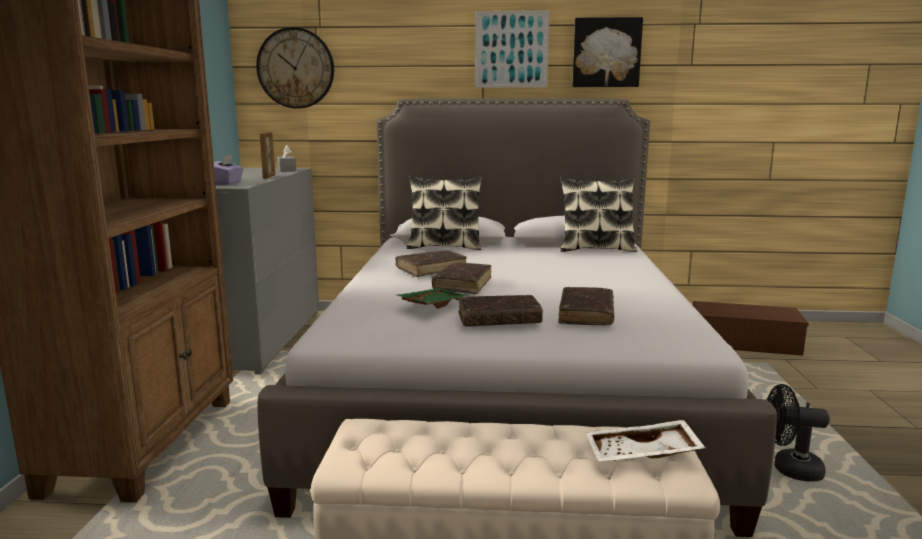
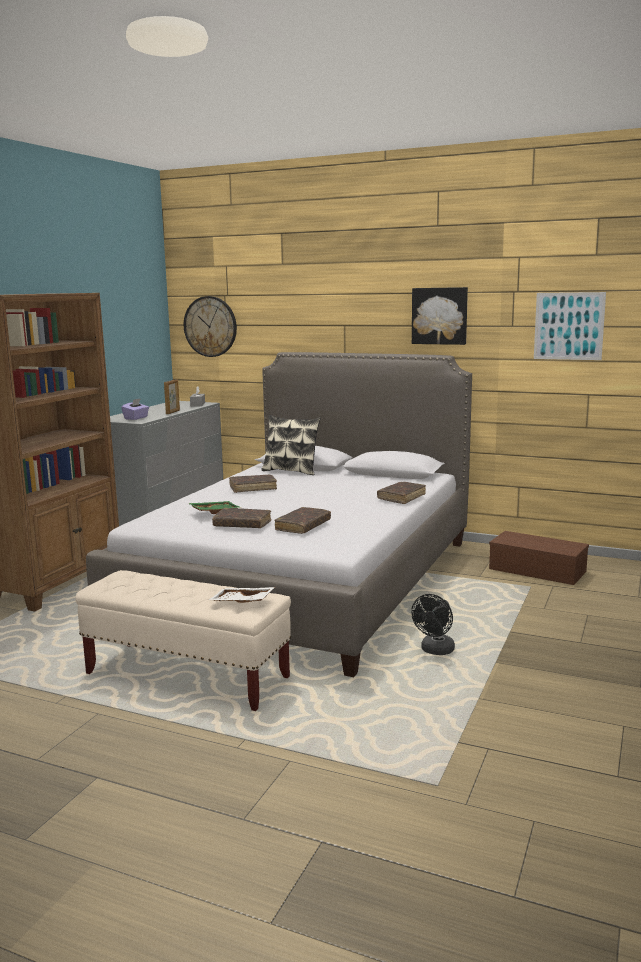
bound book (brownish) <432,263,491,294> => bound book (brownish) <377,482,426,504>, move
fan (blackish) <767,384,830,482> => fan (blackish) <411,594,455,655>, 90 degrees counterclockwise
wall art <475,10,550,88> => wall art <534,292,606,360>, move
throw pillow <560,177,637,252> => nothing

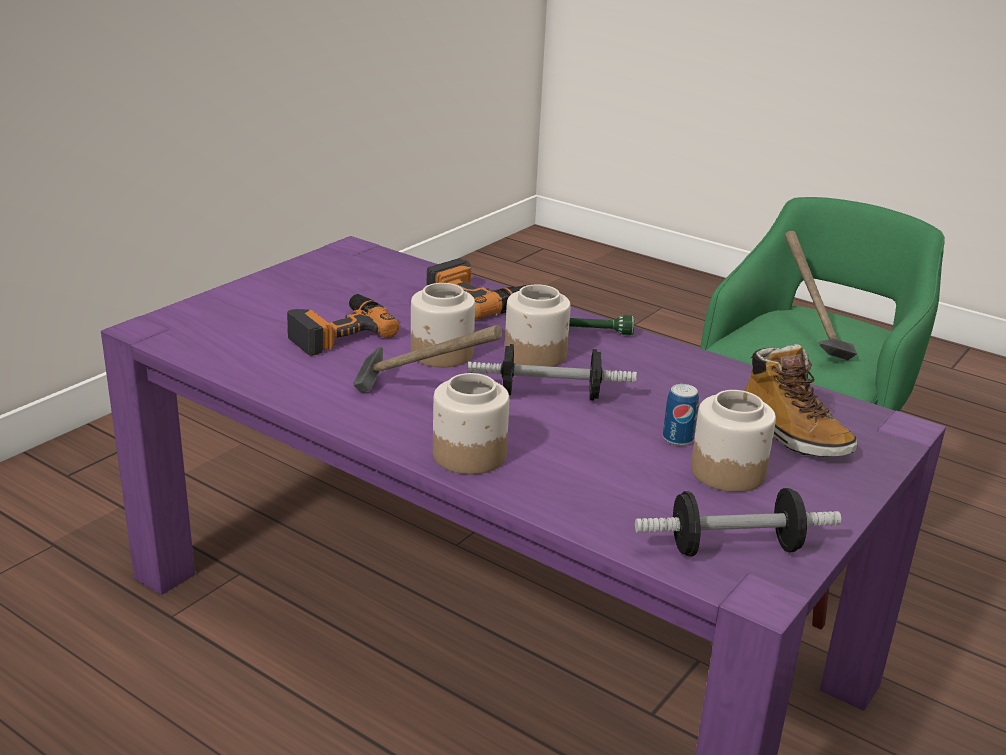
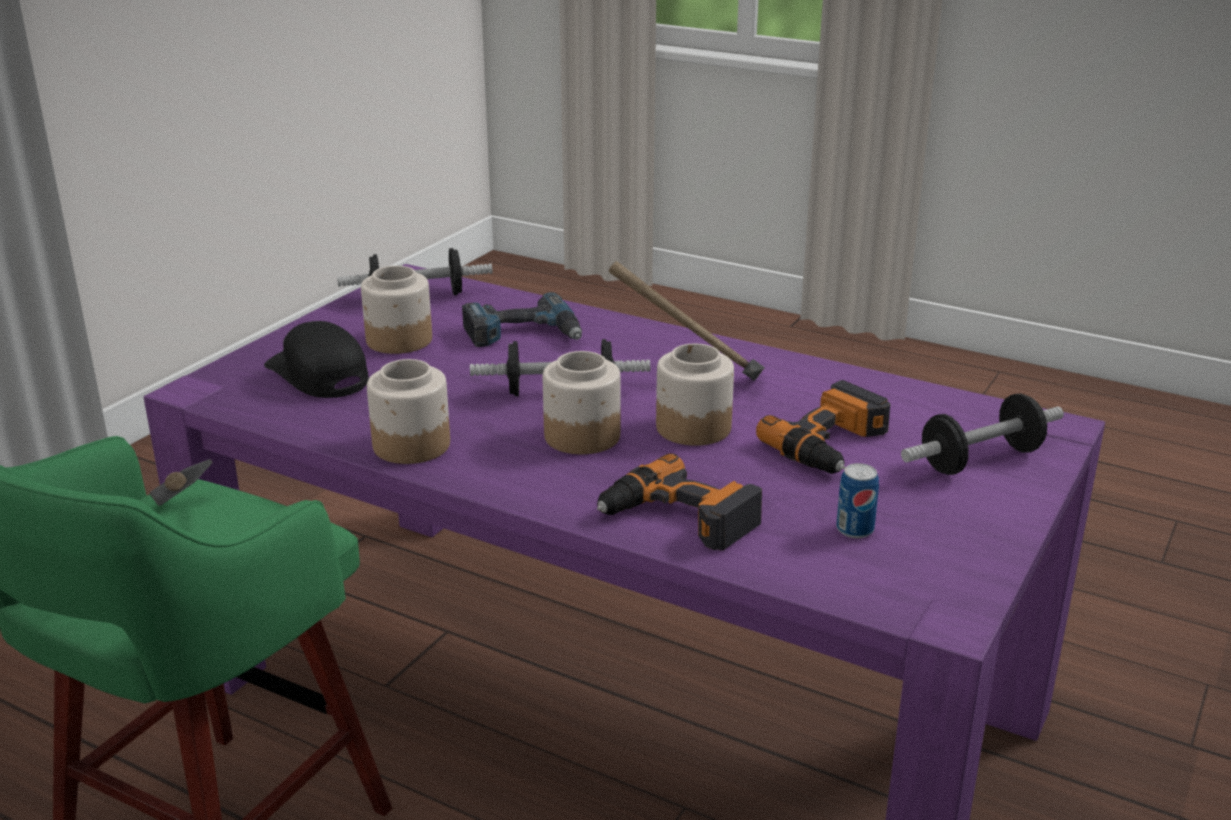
high-top boot <744,344,857,457> => baseball cap (blackish) <264,321,369,398>
jar <433,373,509,474> => jar <367,359,450,464>, move
nothing => electric drill <462,292,582,347>
can <663,384,699,446> => can <836,463,879,538>, move
nothing => free weight <901,394,1064,475>
torch (green-coloured) <569,315,634,335> => nothing

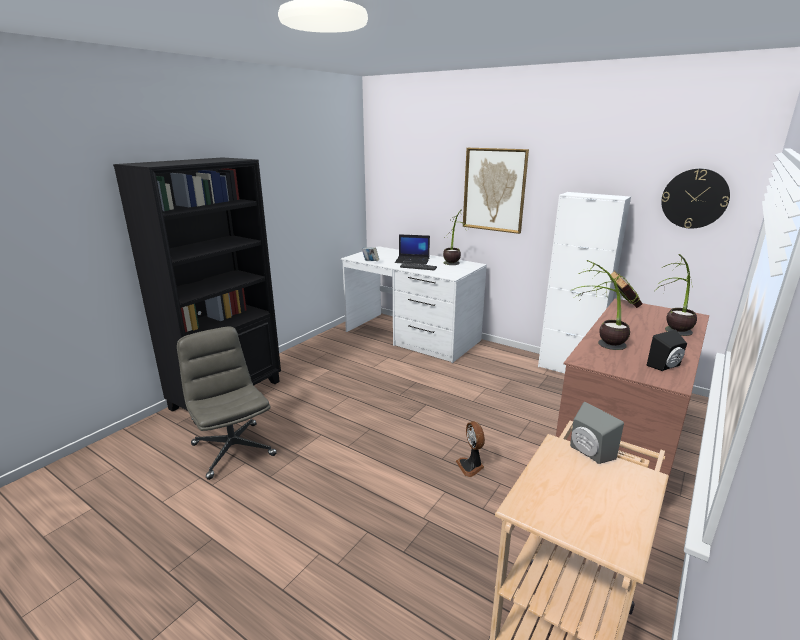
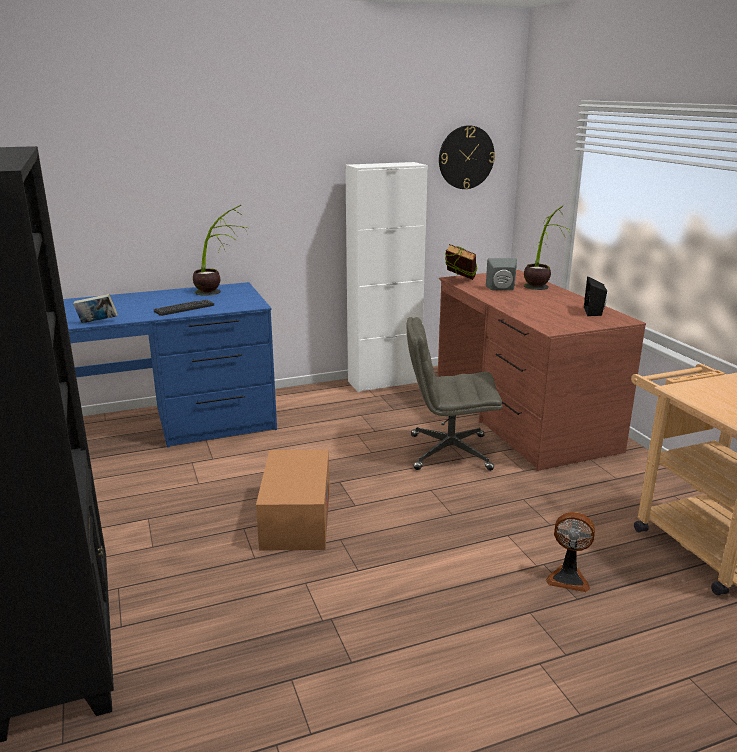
desk (whitish) <341,246,487,363> => desk (blue) <63,282,277,448>
nothing => cardboard box <256,450,330,550>
office chair (grey) <177,326,277,480> => office chair (grey) <407,317,503,471>, move
audio speaker (grey) <570,402,624,464> => audio speaker (grey) <486,258,517,290>, move
fan <456,421,485,477> => fan <546,512,595,592>, move
portable computer <395,234,430,265> => nothing
wall art <463,148,529,234> => nothing
plant in a pot <570,260,630,350> => nothing

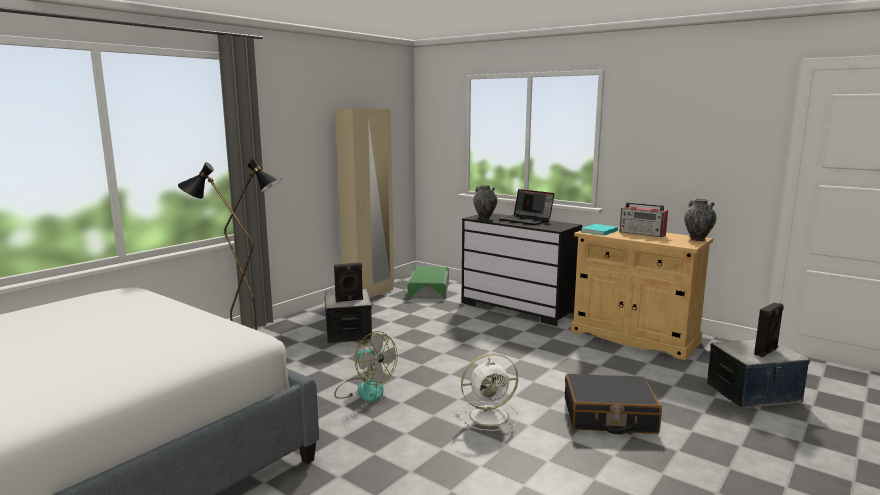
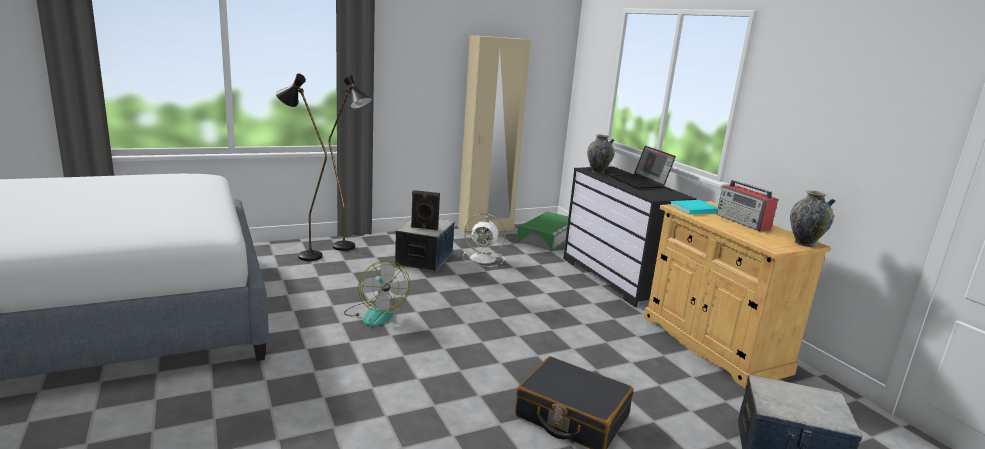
fan (whitish) <457,353,520,431> => fan (whitish) <463,213,506,267>, move
audio speaker (blackish) <754,303,784,358> => nothing

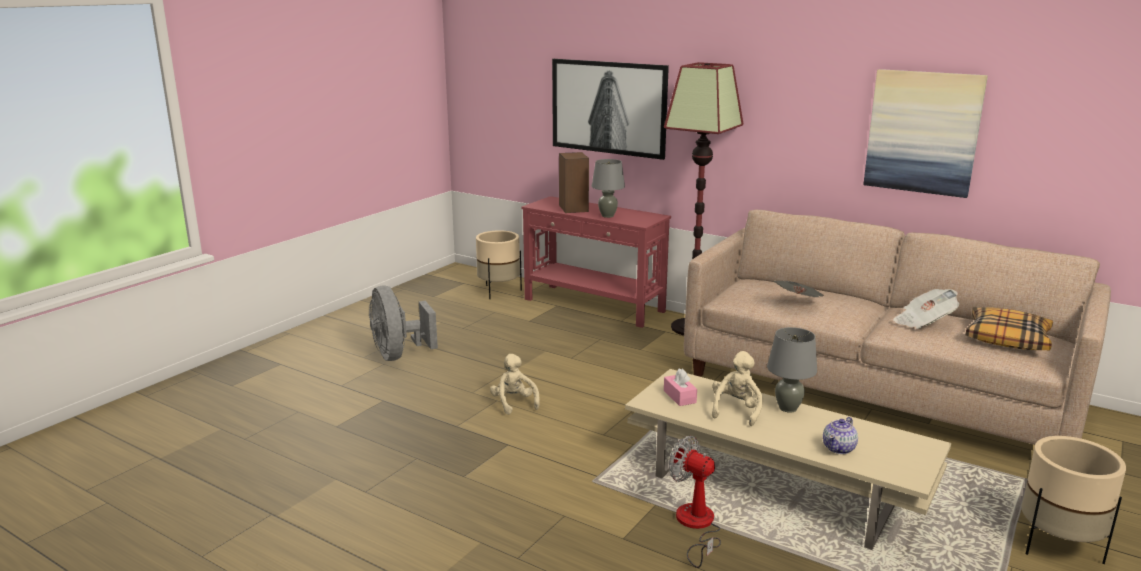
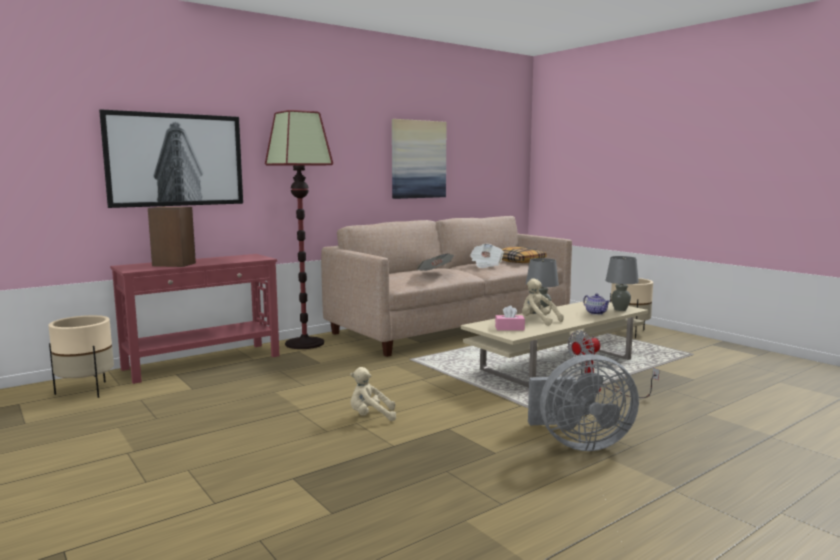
fan (grey) <369,286,438,361> => fan (grey) <528,354,639,451>, move
lamp for a table (grey) <592,159,625,218> => lamp for a table (grey) <605,256,639,311>, move

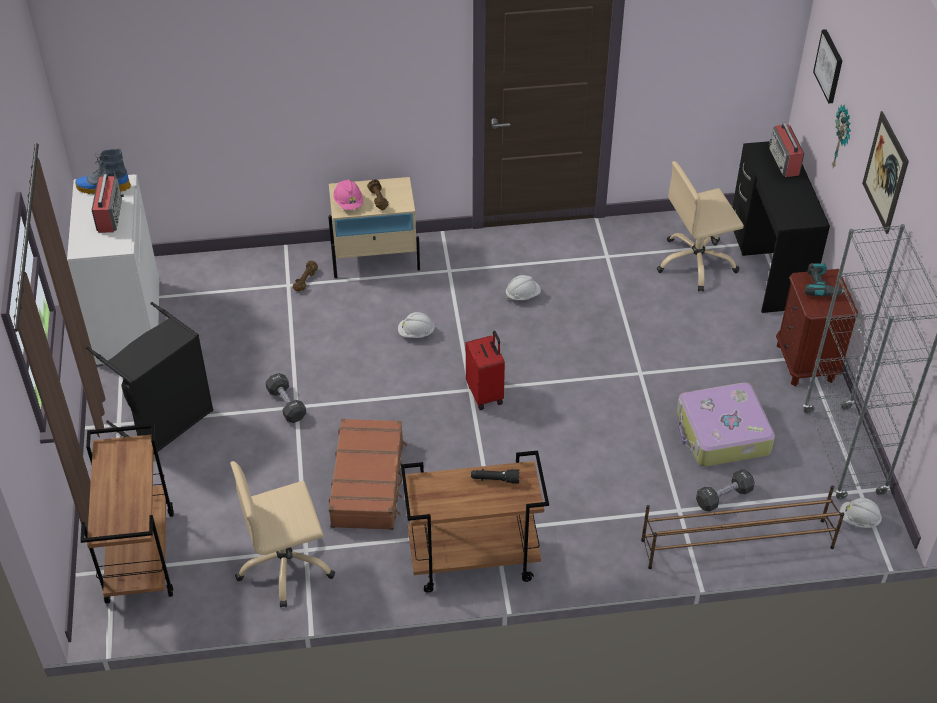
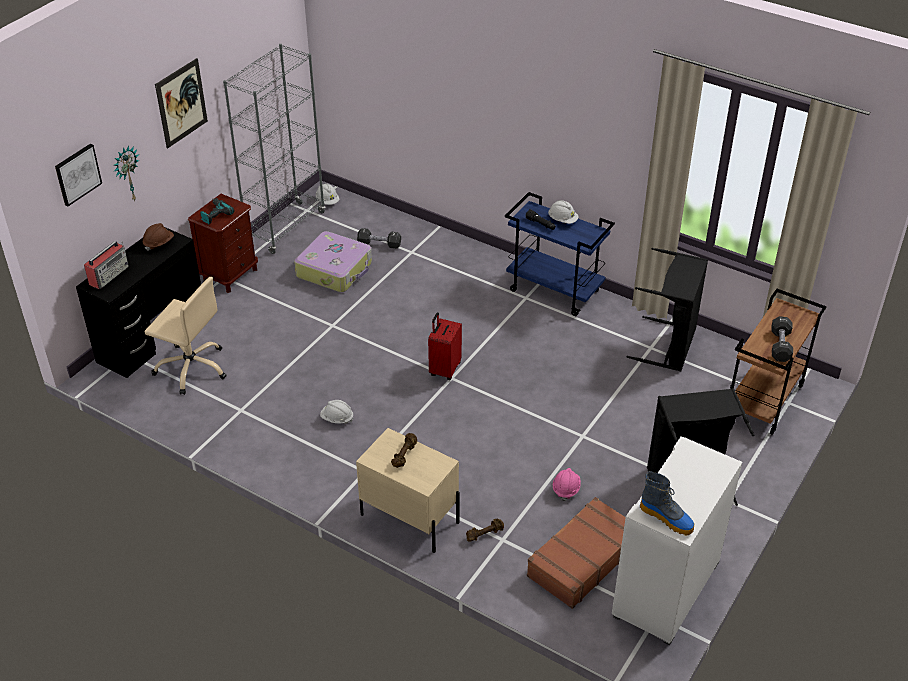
nothing => work helmet (brownish) <143,223,174,251>
wheeled cart (brownish) <401,450,549,593> => wheeled cart (blue) <505,192,615,316>
piece of luggage (brownish) <329,418,407,530> => piece of luggage (brownish) <527,497,626,609>, move
work helmet (whitish) <398,312,435,338> => work helmet (whitish) <548,200,579,224>, move
work helmet (pink-coloured) <333,180,363,210> => work helmet (pink-coloured) <553,468,581,501>, move
office chair (beige) <230,461,335,607> => washing basket (blackish) <626,248,708,371>
free weight (blackish) <265,373,306,423> => free weight (blackish) <771,316,793,362>, move
radio receiver <92,171,124,233> => nothing
shoe rack (brownish) <641,486,844,569> => nothing

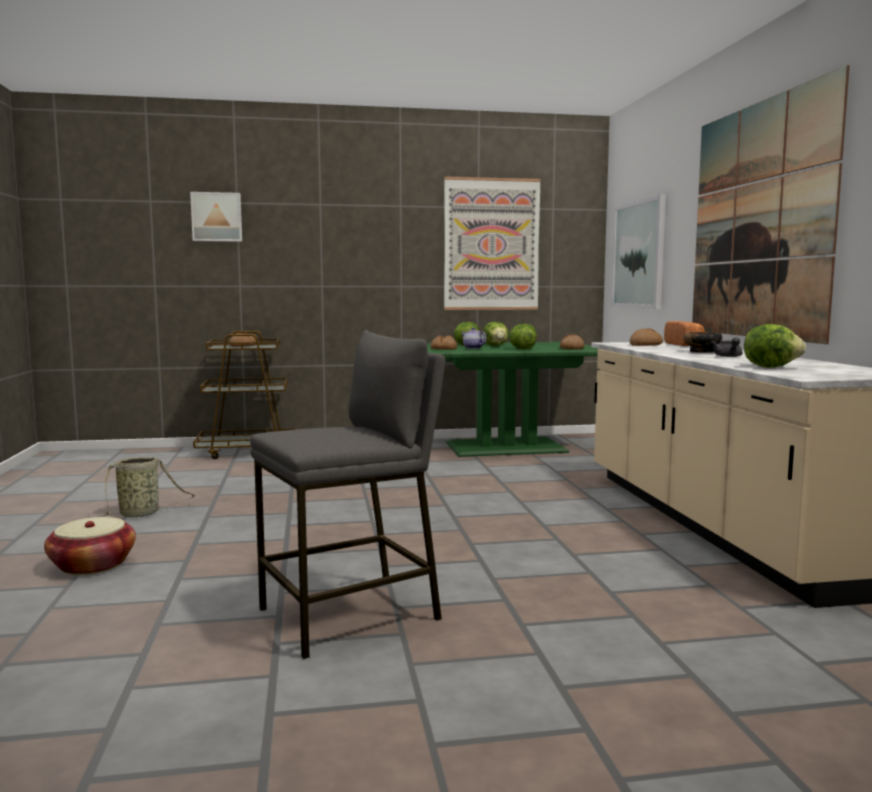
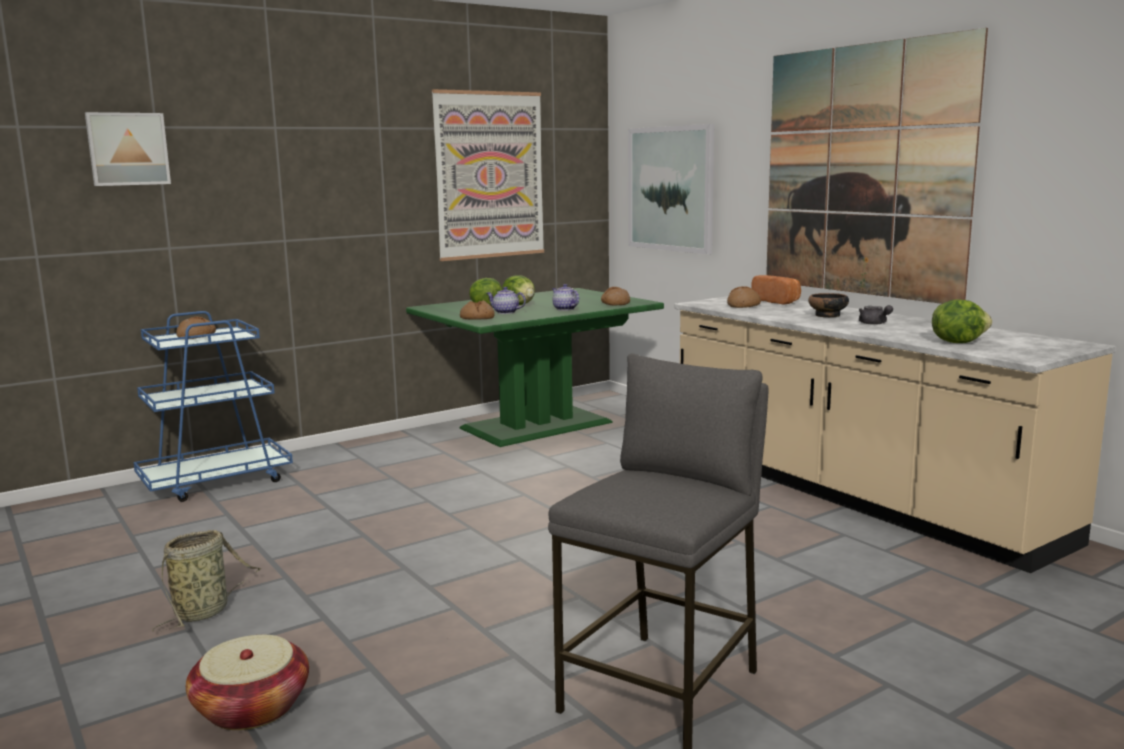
wheeled cart (brownish) <193,331,297,459> => wheeled cart (blue) <134,311,293,502>
lettuce head <509,324,537,349> => teapot <552,284,579,311>

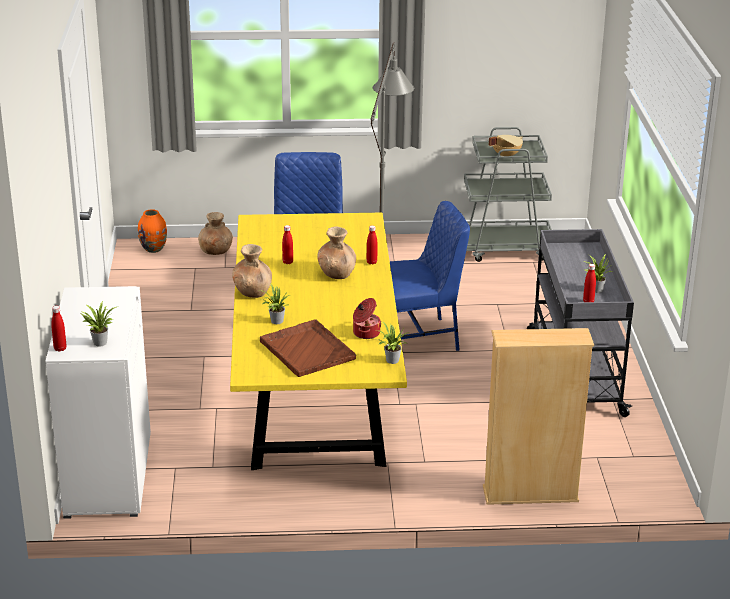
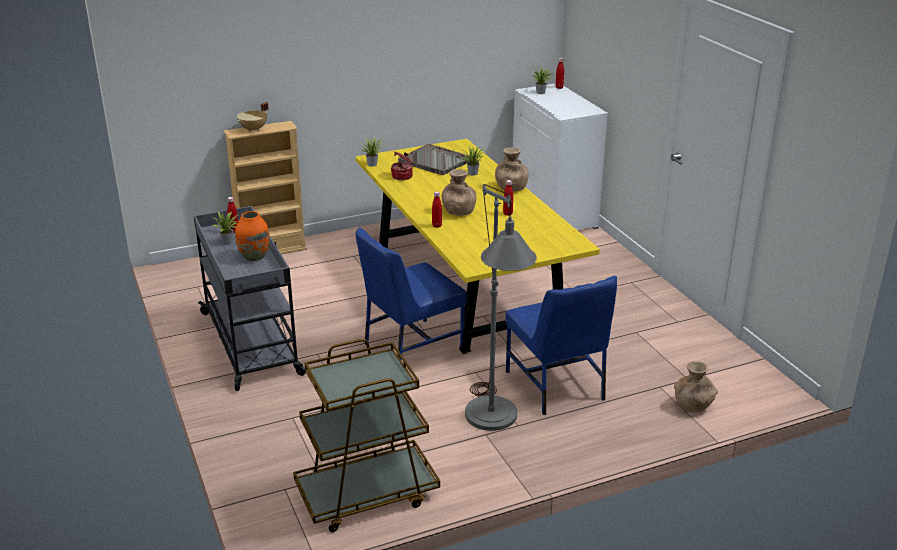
decorative vase (orange-coloured) <138,209,167,253> => decorative vase (orange-coloured) <235,211,270,261>, move
cooking pot (beige) <489,135,523,156> => cooking pot (beige) <237,102,269,132>, move
wheeled cart (grey) <464,127,552,262> => wheeled cart (brownish) <293,339,440,532>
tray (brownish) <260,319,356,377> => tray (grey) <398,144,470,175>

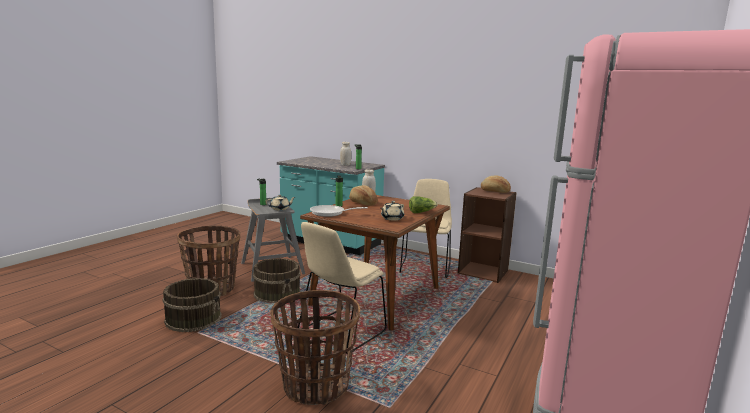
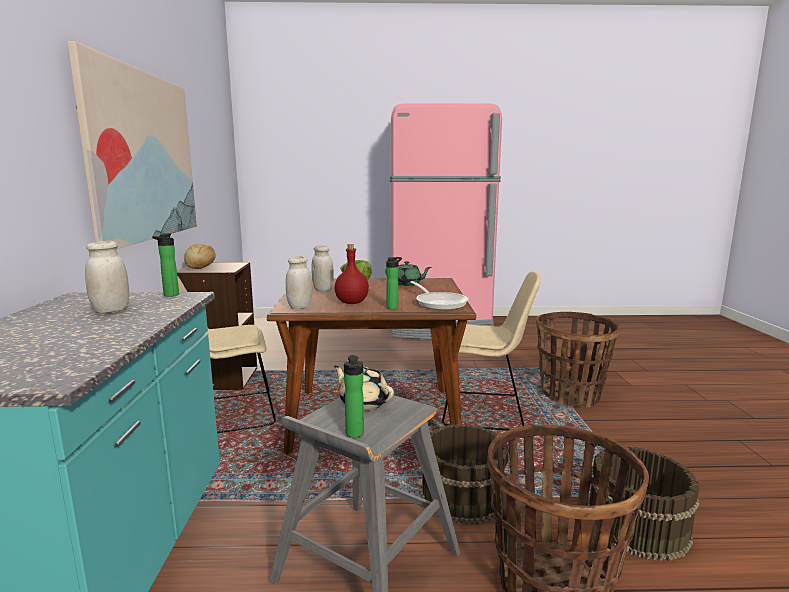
nothing => wall art <67,41,197,249>
nothing => jar (whitish) <312,245,334,291>
baked bread <349,185,378,206> => drink bottle (red-coloured) <335,244,369,304>
teapot (beige) <381,201,404,221> => teapot (green-coloured) <385,261,432,286>

